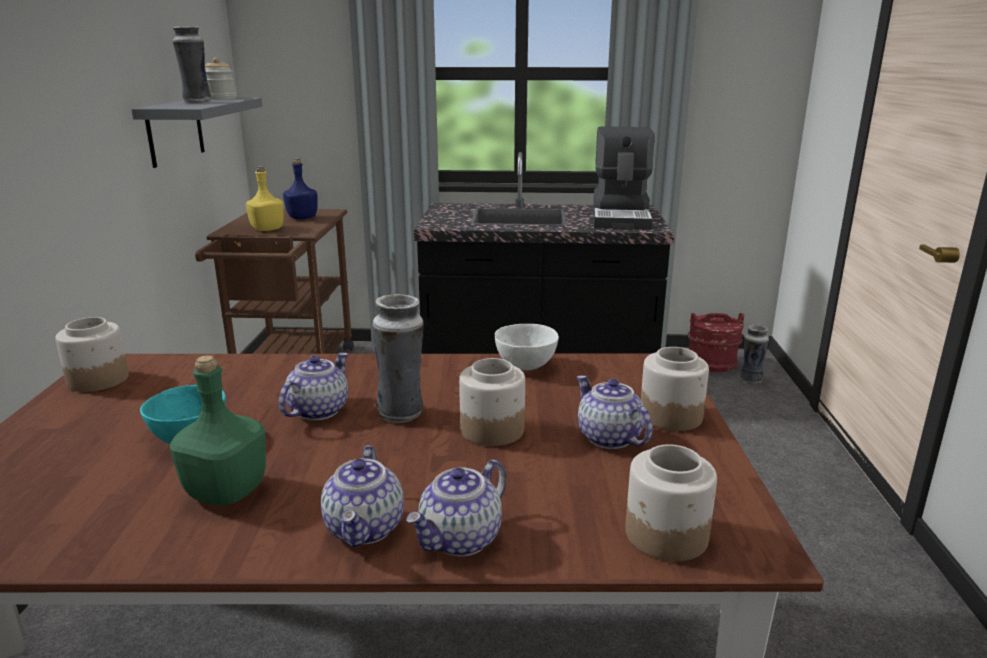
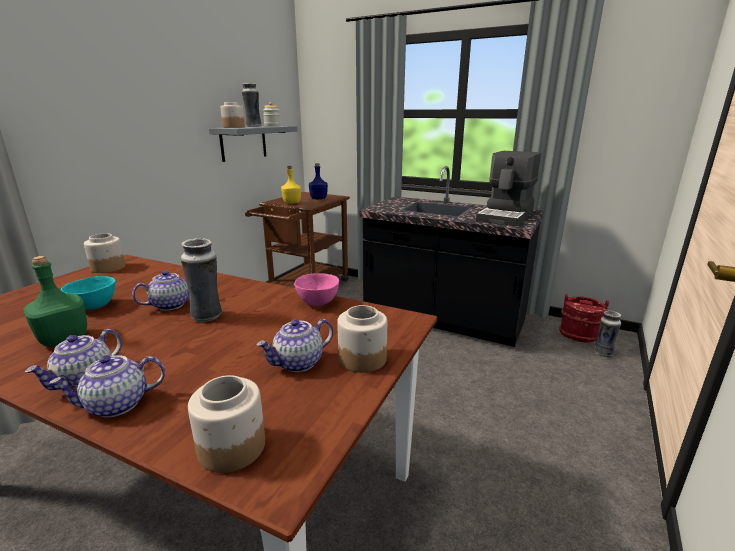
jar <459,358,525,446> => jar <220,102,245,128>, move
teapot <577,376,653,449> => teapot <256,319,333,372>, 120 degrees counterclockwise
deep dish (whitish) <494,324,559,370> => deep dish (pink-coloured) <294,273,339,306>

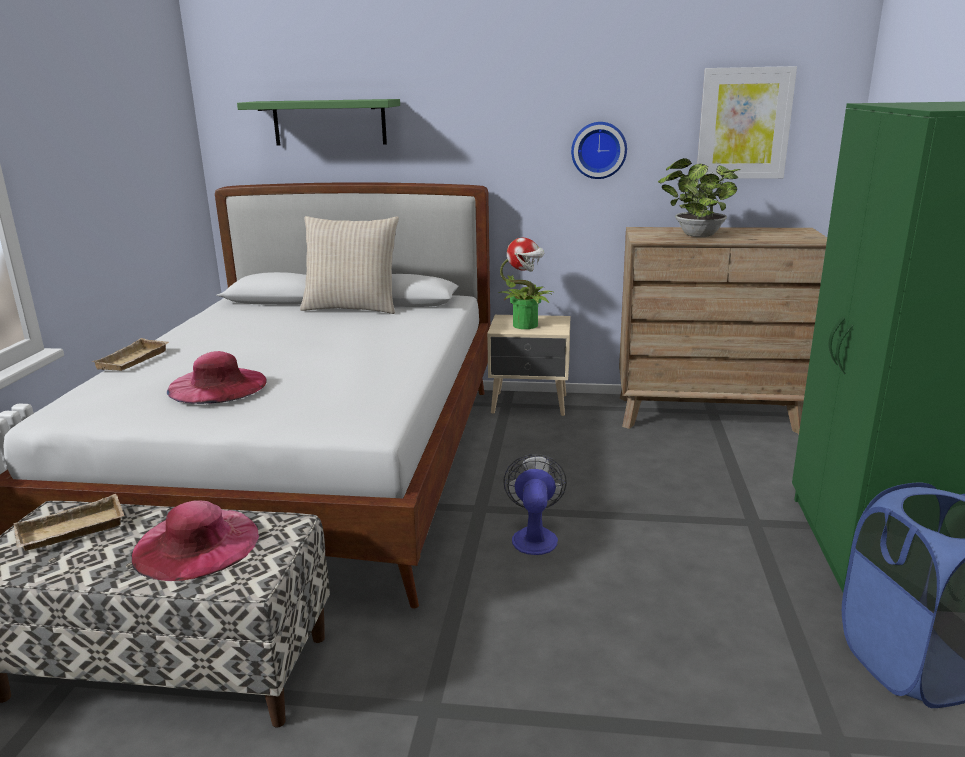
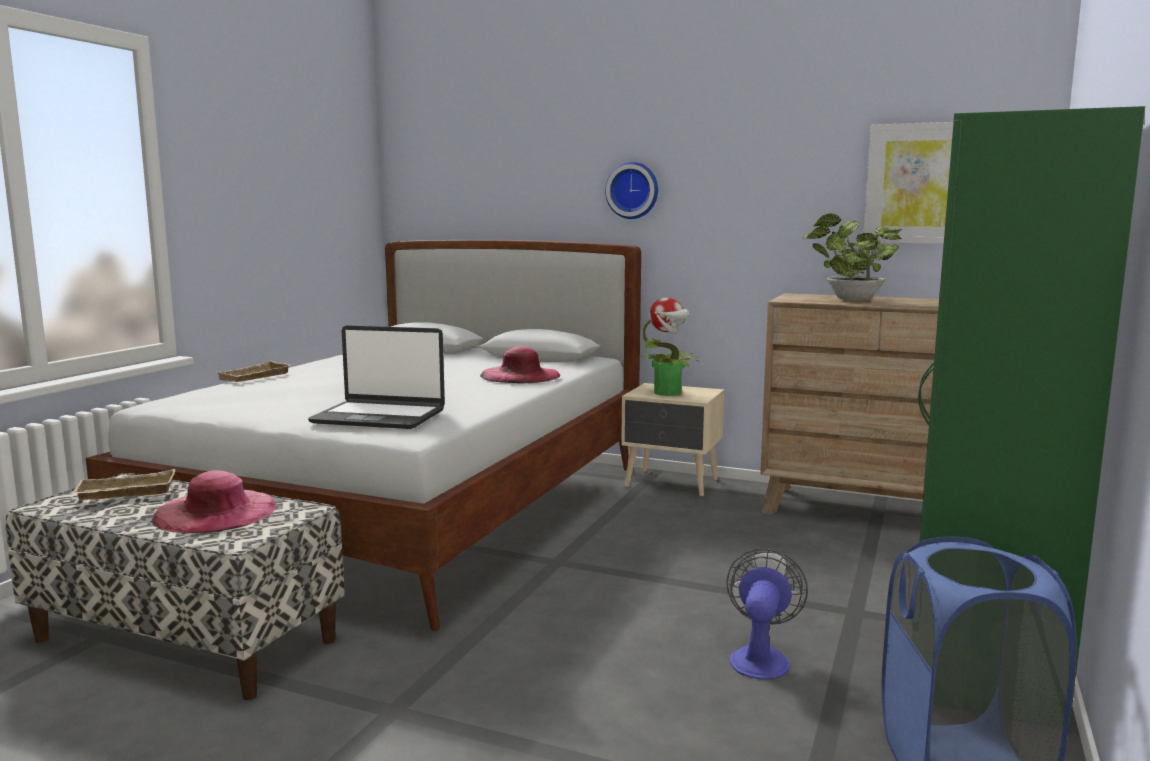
nothing => portable computer <308,325,445,429>
clothing hat (pink-coloured) <167,351,266,404> => clothing hat (pink-coloured) <480,347,560,383>, move
clock on the wall <571,122,627,179> => clock on the wall <605,162,658,219>, move
fan <503,454,567,555> => fan <726,549,808,680>, move
shelf (green-coloured) <237,99,400,146> => nothing
throw pillow (beige) <300,216,399,314> => nothing

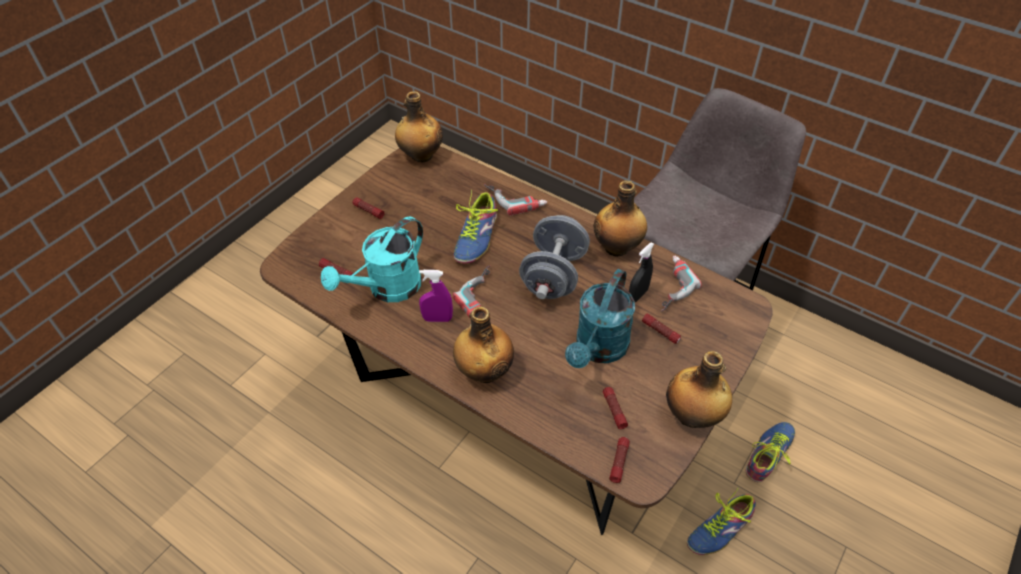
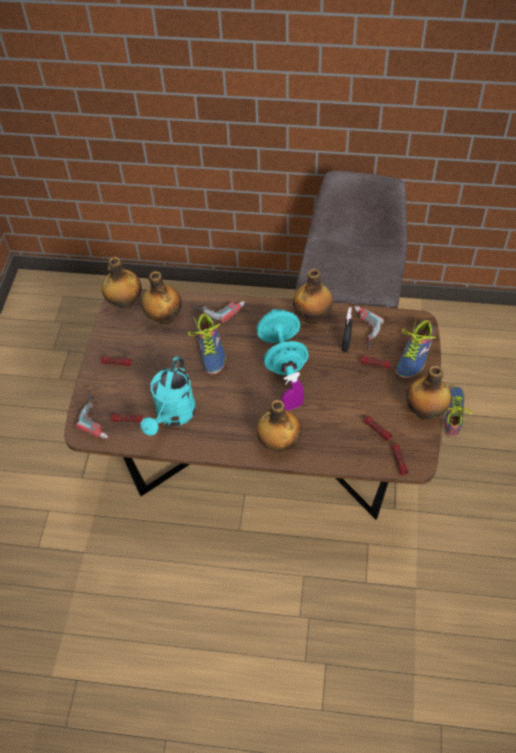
electric drill <452,266,490,318> => electric drill <75,392,108,439>, move
nothing => drink bottle <141,271,182,324>
free weight (grey) <519,215,590,299> => free weight (blue-green) <257,309,309,376>
spray bottle (purple) <419,270,453,322> => spray bottle (purple) <281,372,304,411>, move
low shoe <687,487,756,555> => low shoe <396,320,436,379>, move
watering can (blue-green) <565,269,635,368> => nothing

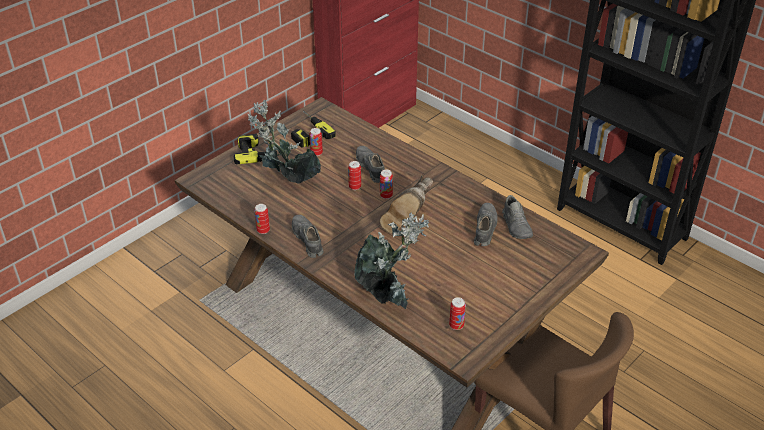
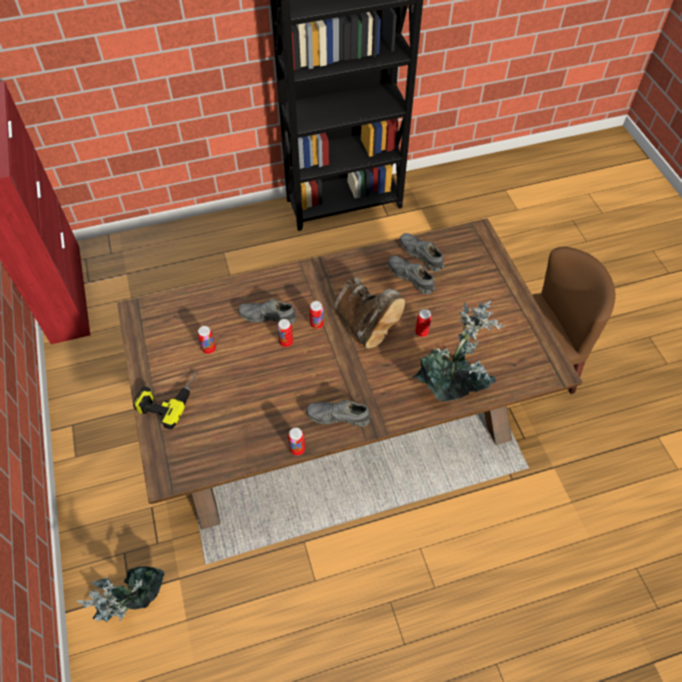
plant in a pot <248,100,321,183> => plant in a pot <77,566,165,622>, move
low shoe (grey) <502,195,533,239> => low shoe (grey) <400,233,444,272>, 150 degrees counterclockwise
can <449,297,466,330> => can <415,309,432,337>, move
electric drill <291,111,336,148> => nothing

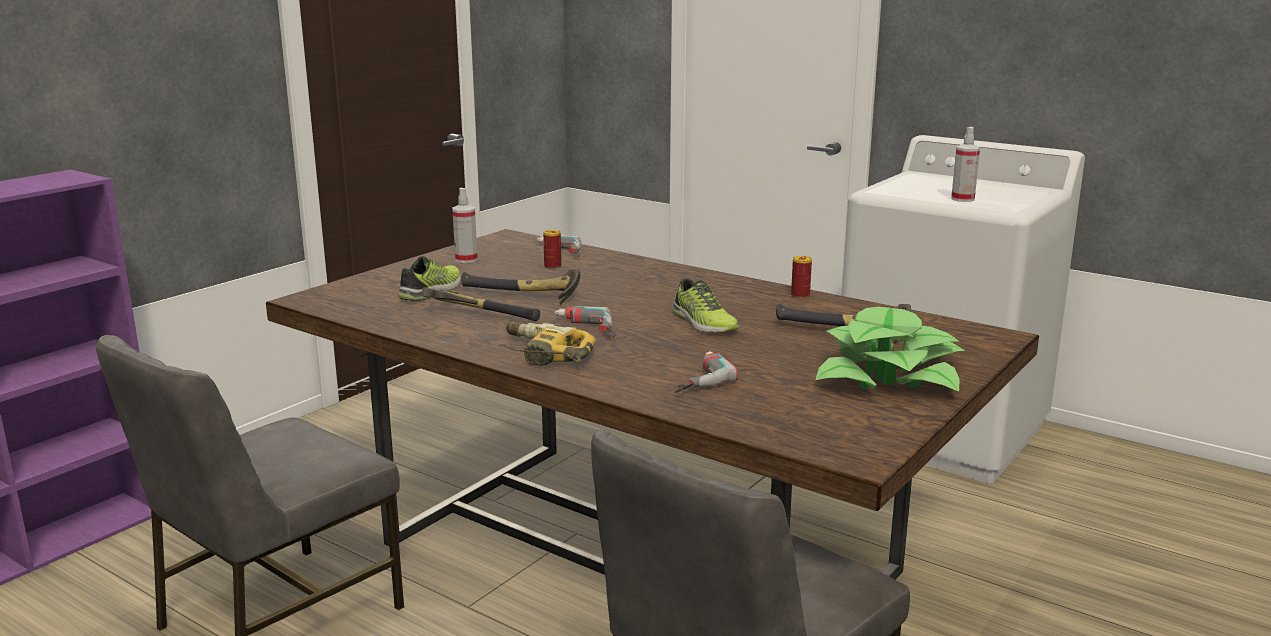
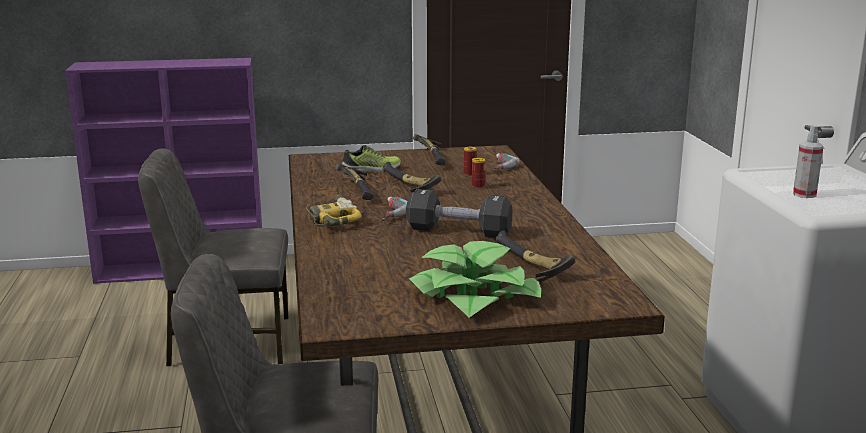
low shoe <673,278,739,332> => free weight (blackish) <406,189,512,238>
spray bottle <452,188,478,263> => hand hammer <413,134,446,165>
can <791,256,812,298> => can <472,158,486,188>, move
electric drill <674,351,738,393> => nothing

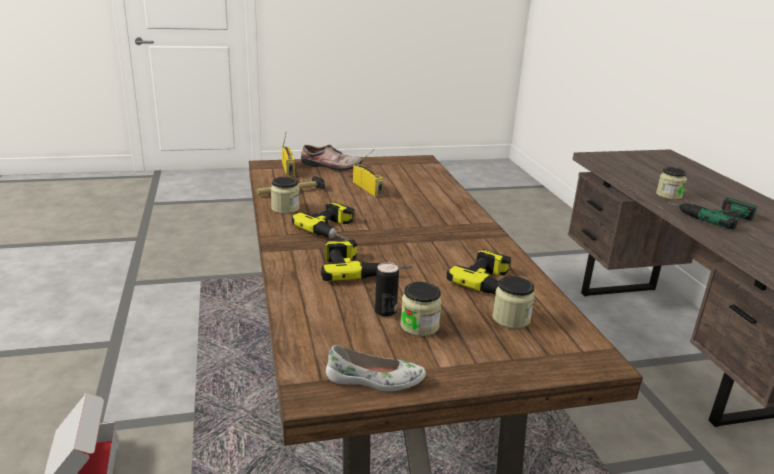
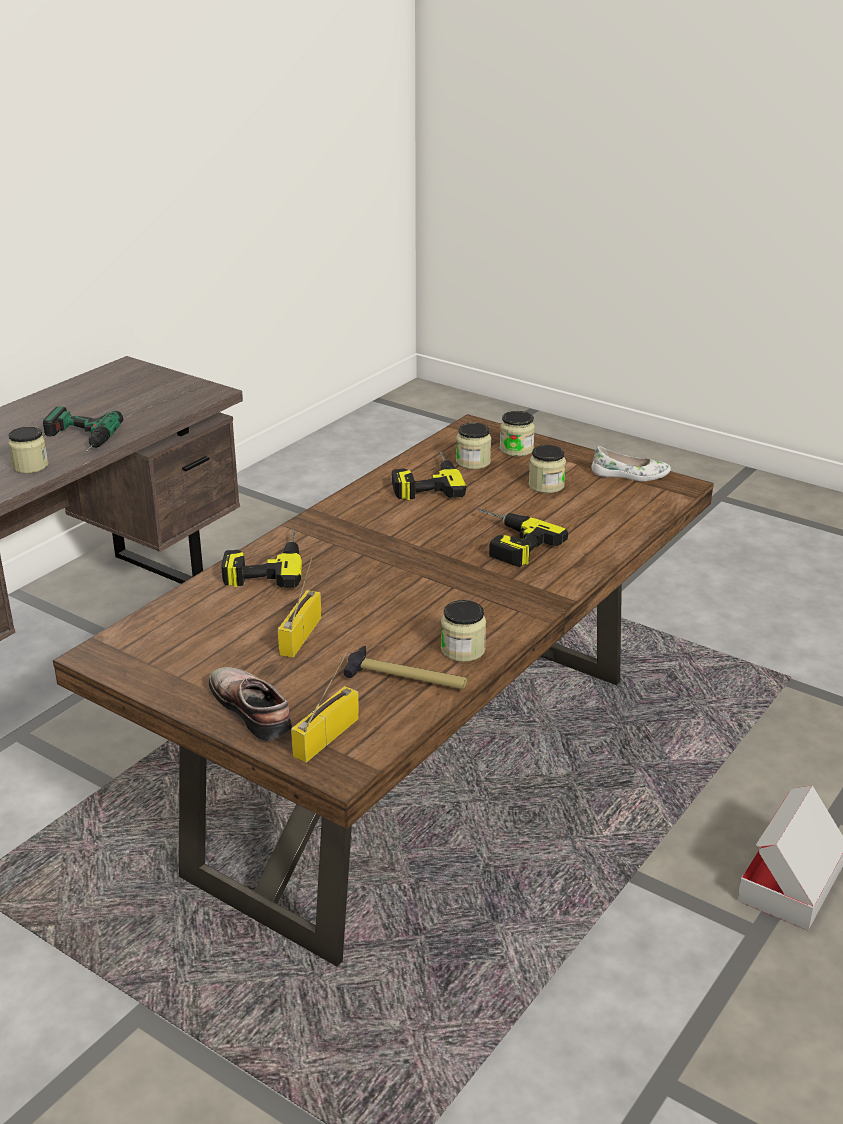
electric drill <292,202,355,240> => electric drill <221,529,302,588>, move
nothing => jar <500,411,535,457>
low shoe (whitish) <326,345,426,391> => low shoe (whitish) <591,446,671,481>, 135 degrees clockwise
can <375,262,399,317> => nothing

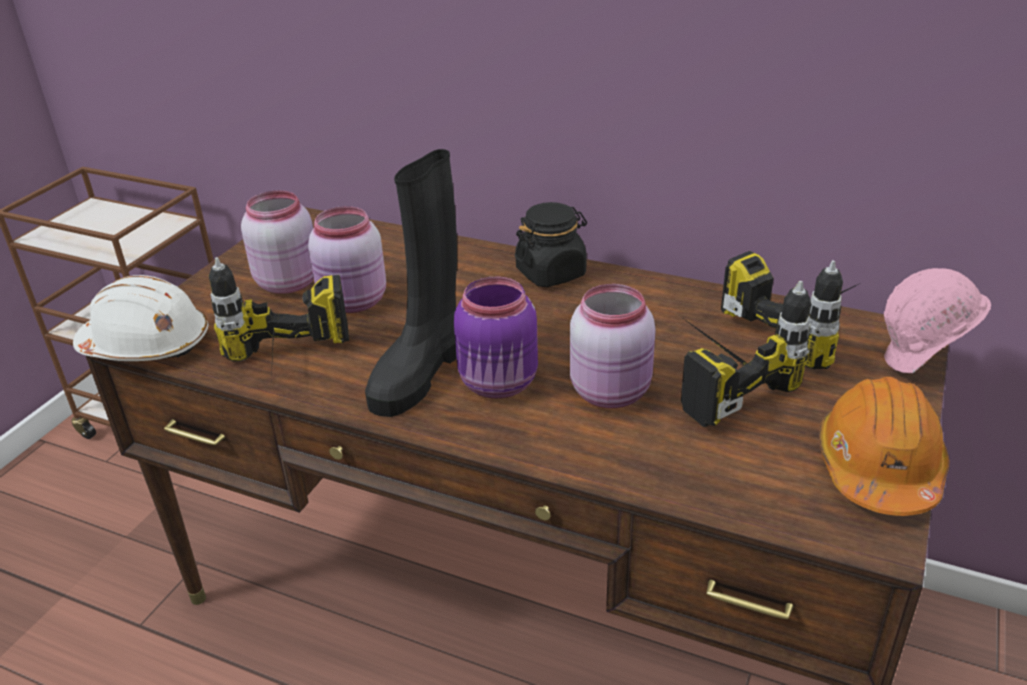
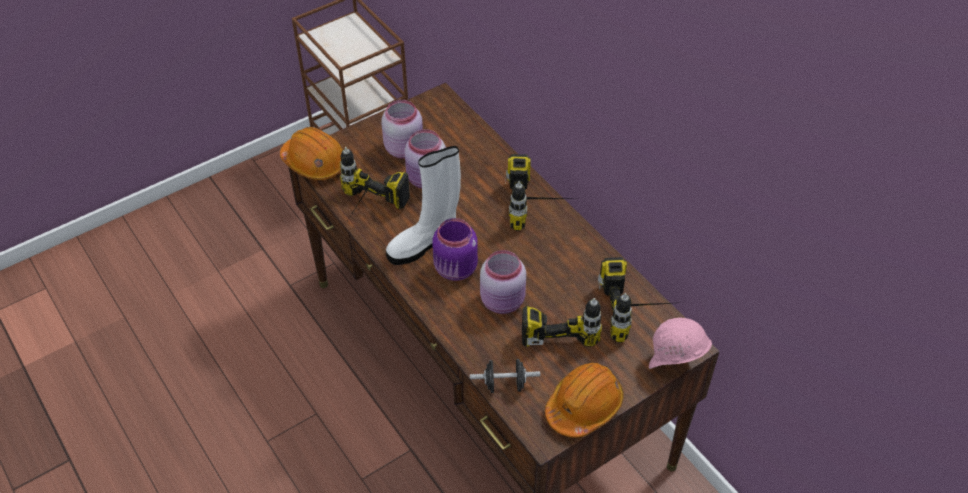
work helmet (whitish) <73,275,208,361> => work helmet (orange-coloured) <280,127,344,180>
high-top boot (blackish) <365,149,457,417> => high-top boot (whitish) <386,146,461,265>
nothing => free weight (blackish) <470,359,540,393>
jar (blackish) <515,202,587,287> => electric drill <506,154,568,231>

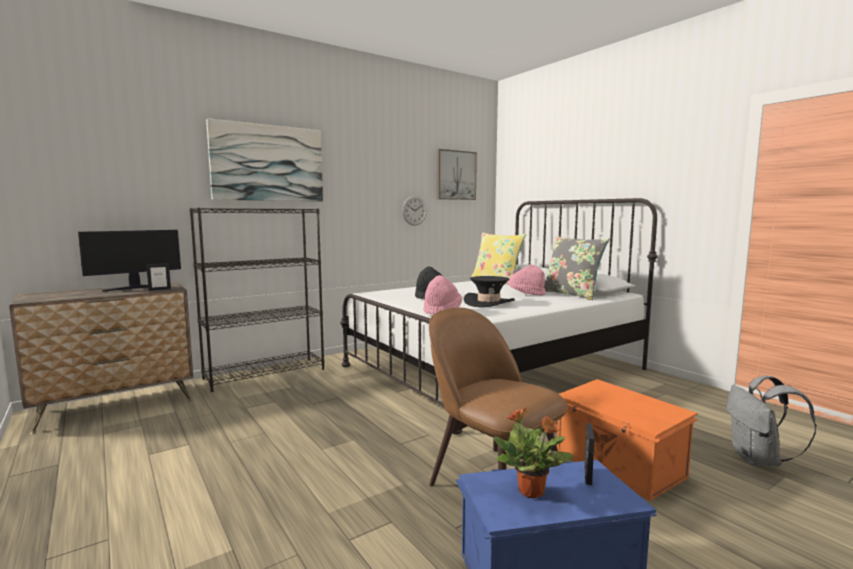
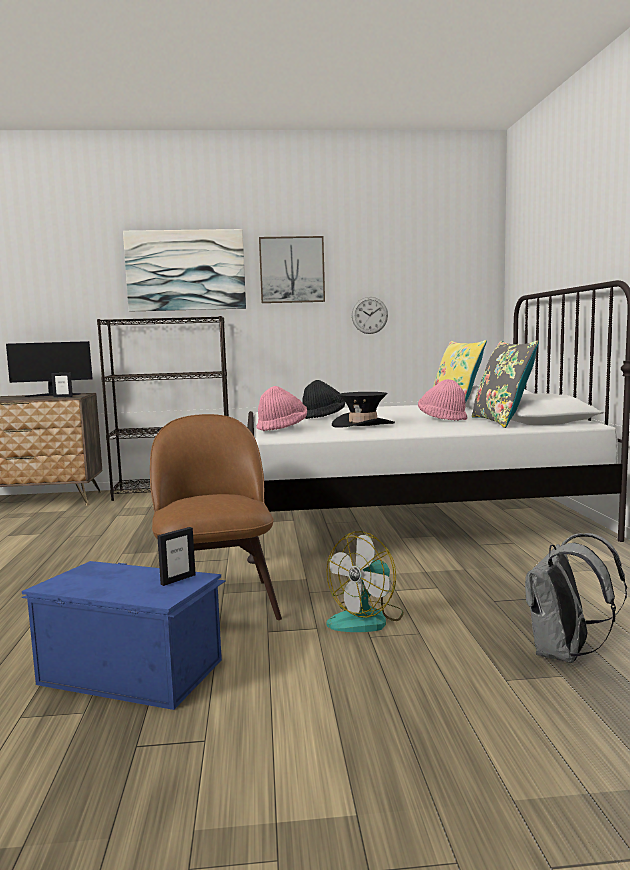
wall art <437,149,477,200> => wall art <259,236,325,303>, move
storage bin (orange-coloured) <557,379,699,501> => fan <326,531,404,632>
plant in a pot <493,408,574,499> => nothing

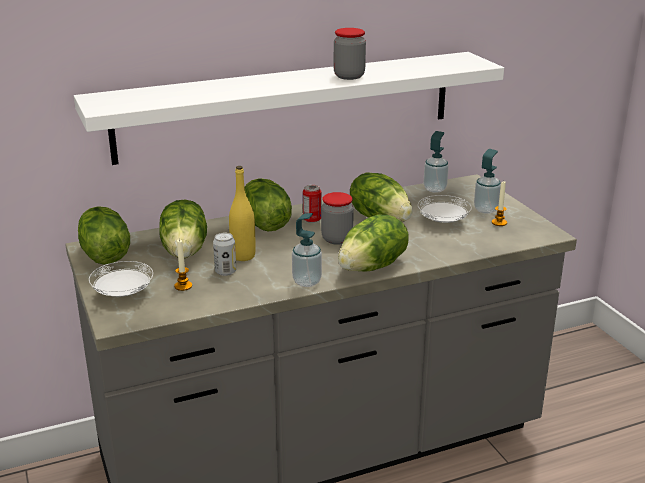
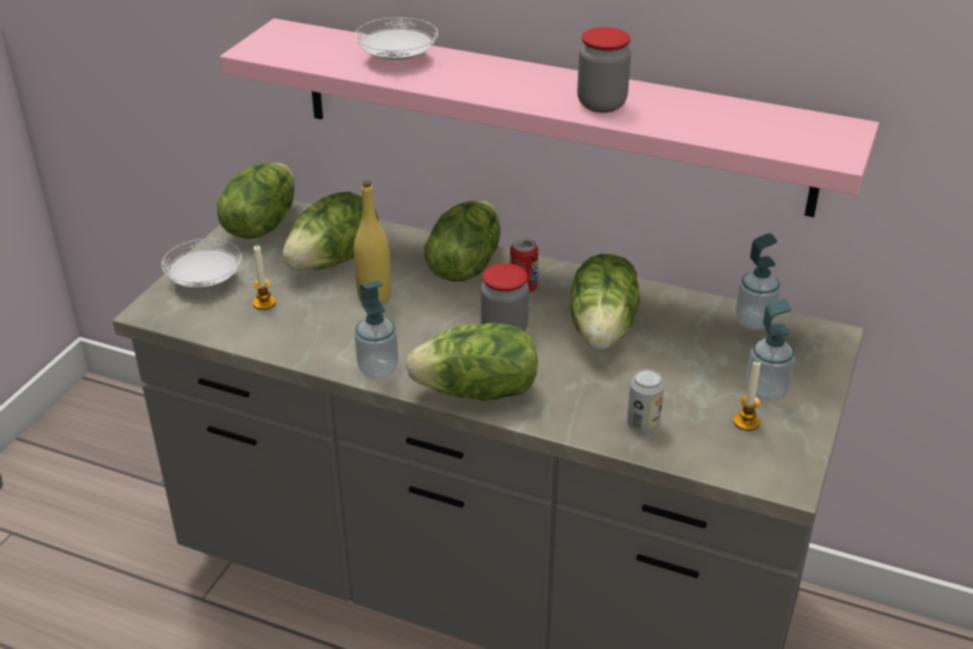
shelf (whitish) <74,52,504,165> => shelf (pink-coloured) <220,18,879,217>
flat dish (whitish) <418,195,472,223> => flat dish (whitish) <355,17,438,60>, move
can <213,232,236,276> => can <627,369,664,432>, move

